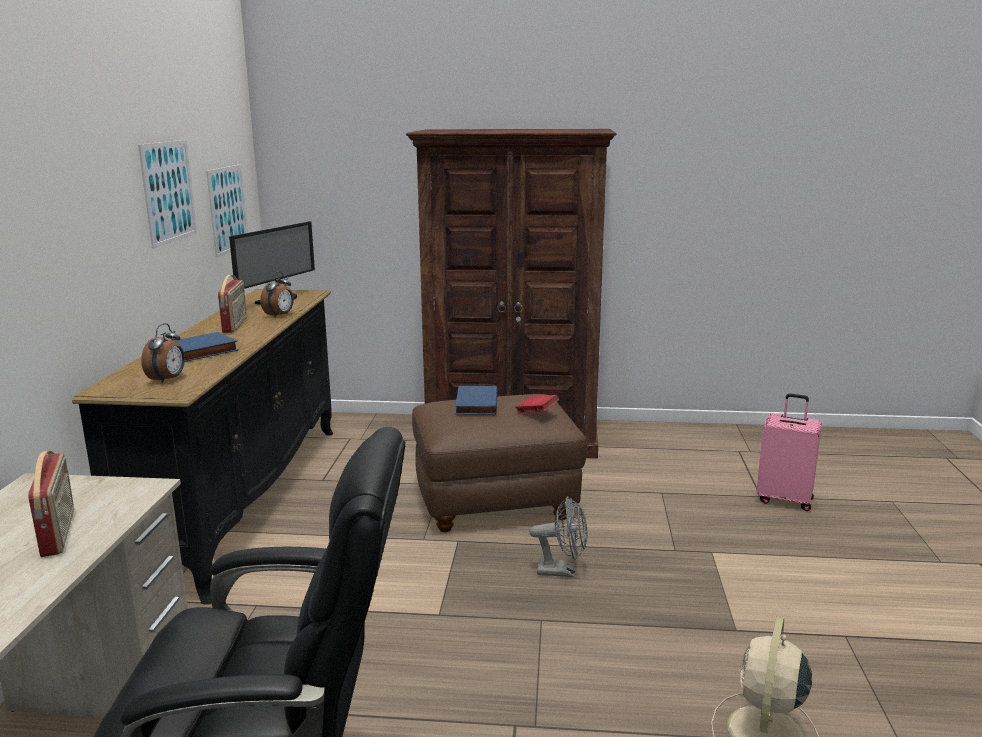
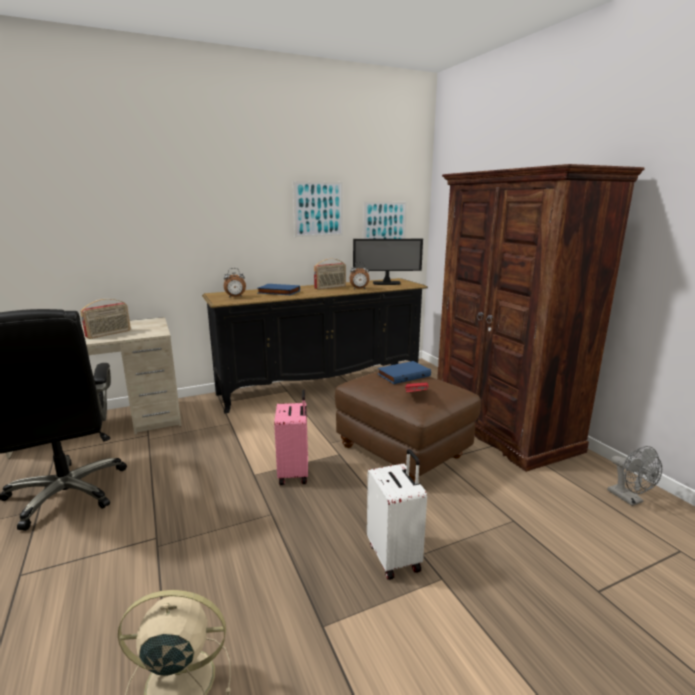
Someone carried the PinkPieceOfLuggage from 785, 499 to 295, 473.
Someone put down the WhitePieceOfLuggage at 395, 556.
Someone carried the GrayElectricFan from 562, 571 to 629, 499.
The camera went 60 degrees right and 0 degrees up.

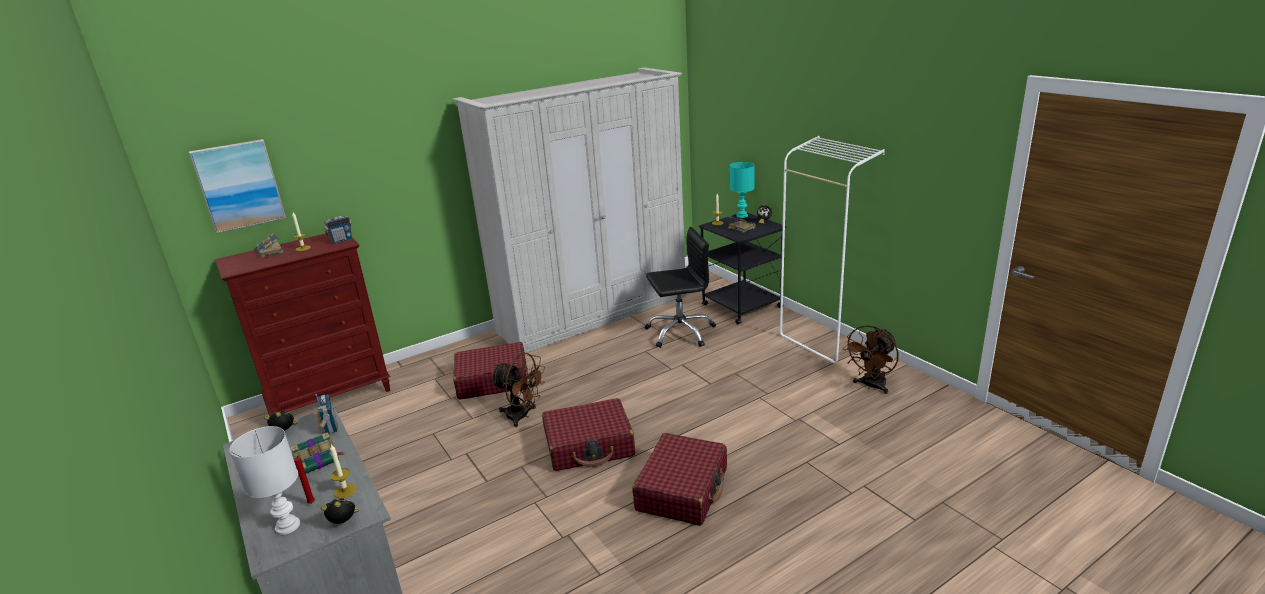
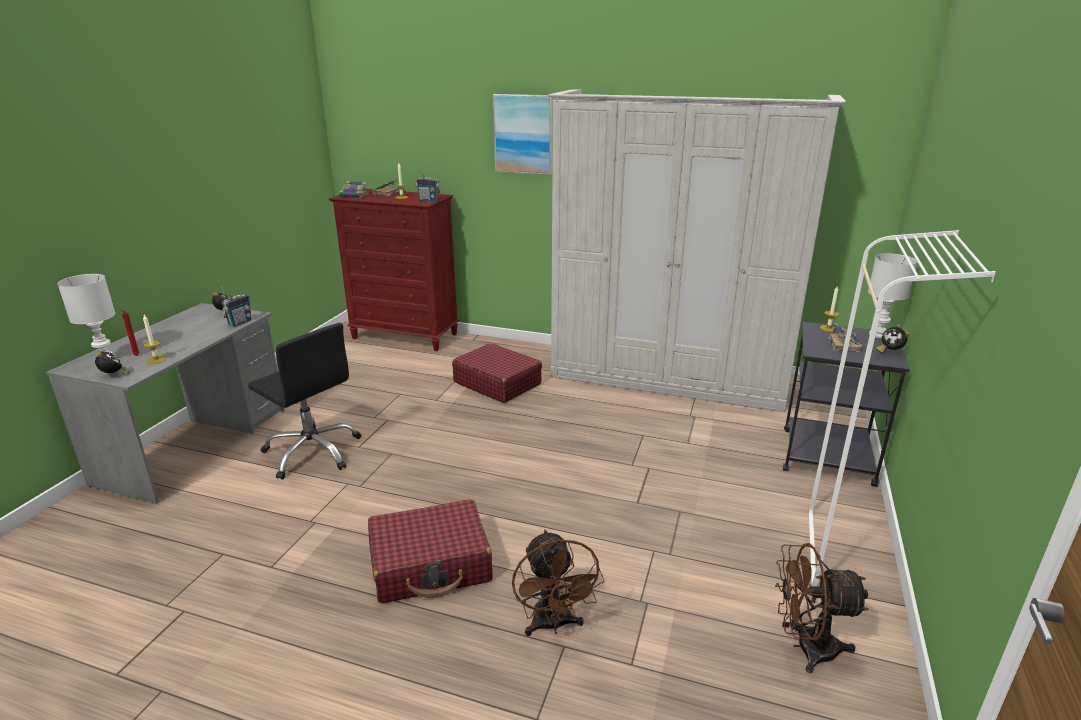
Someone carried the BlackColouredDeskChair from 680, 332 to 313, 452.
Someone carried the Volume from 318, 460 to 355, 195.
Someone carried the WallPicture from 239, 185 to 523, 134.
Someone carried the BrownishElectricFan from 522, 416 to 553, 625.
Someone repainted the TurquoiseTabletopLamp at 742, 216, which became the WhiteTabletopLamp at 878, 335.
Someone took away the RedPieceOfLuggage at 589, 446.
The camera went 50 degrees right and 0 degrees up.

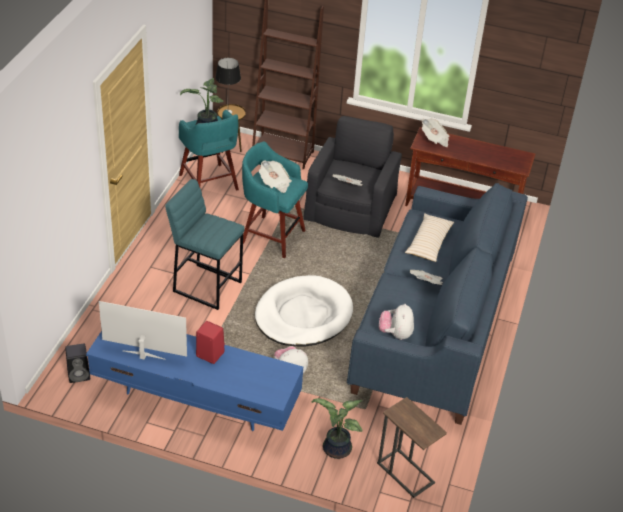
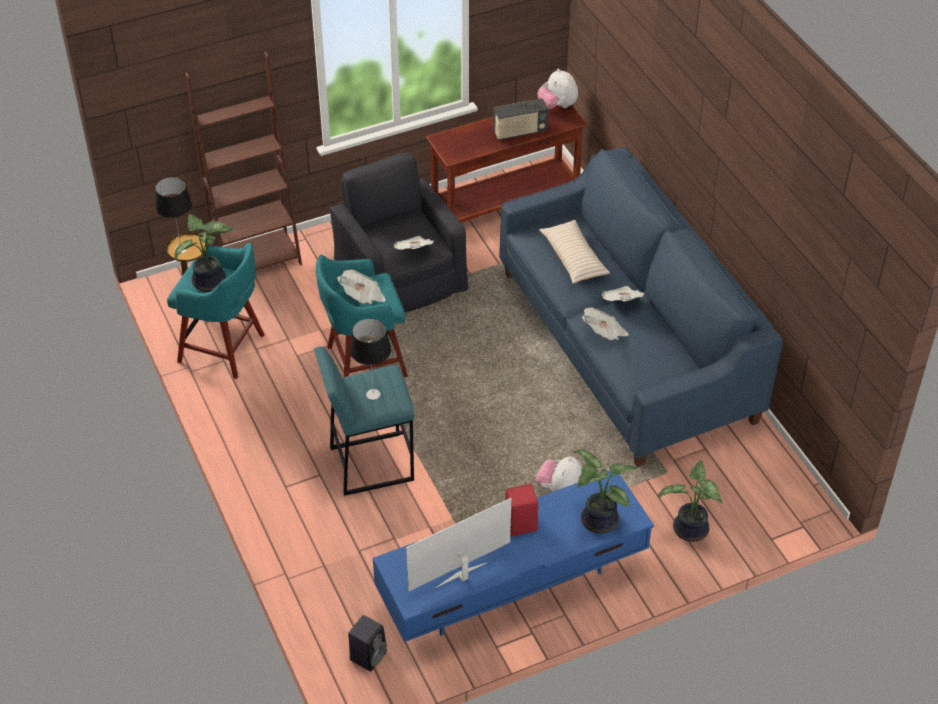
Someone put down the TabletopLamp at 372, 394.
Someone put down the Radio at 520, 132.
Someone carried the CuddlyToy from 395, 334 to 557, 106.
Someone put down the Houseplant at 597, 521.
Someone carried the PrintedPaper from 435, 139 to 604, 333.
Someone took away the WhitePetBed at 303, 315.
Someone took away the BrownishAccentTable at 405, 473.
The camera went 40 degrees left and 5 degrees up.

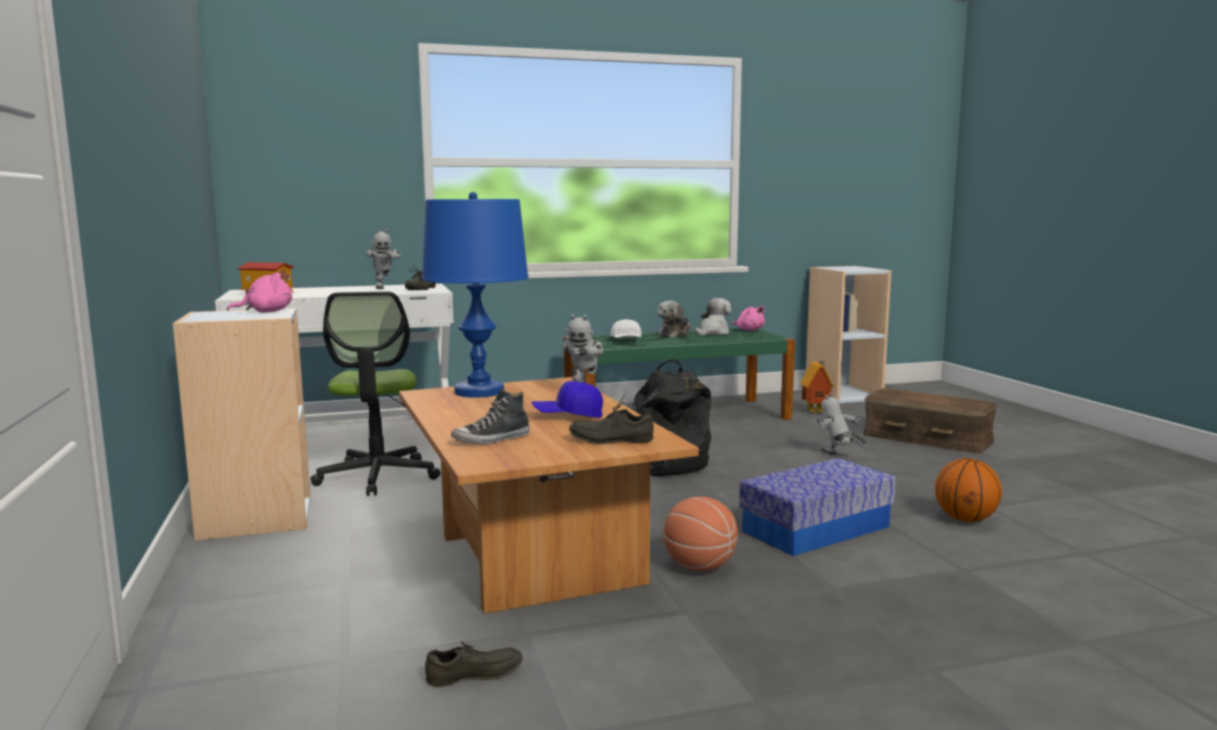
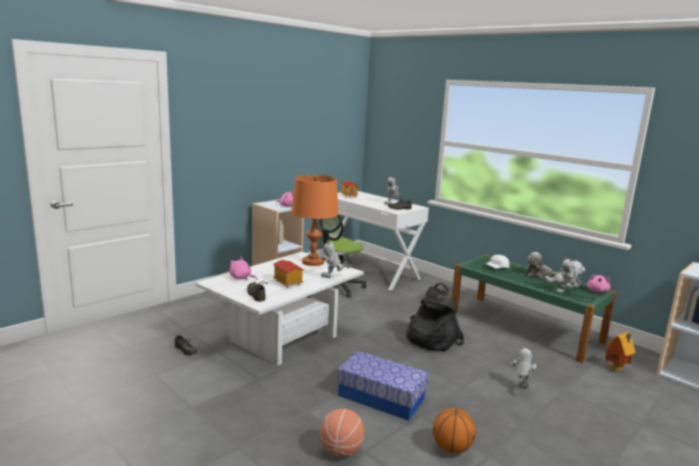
Someone repainted the BrownishLoungeTable at 532, 559, which became the WhiteLoungeTable at 282, 337.
Someone swapped the Shoe at 492, 440 for the PinkCuddlyToy at 241, 278.
Someone swapped the BluishBaseballCap at 568, 416 for the ToyHouse at 287, 282.
Someone repainted the BluishTabletopLamp at 479, 392, which became the OrangeyTabletopLamp at 313, 262.
Someone carried the BasketballBall from 700, 567 to 341, 451.
Someone put down the ToyRobot at 566, 293.
Someone took away the BrownishStorageBox at 926, 438.
The camera went 60 degrees right and 5 degrees up.

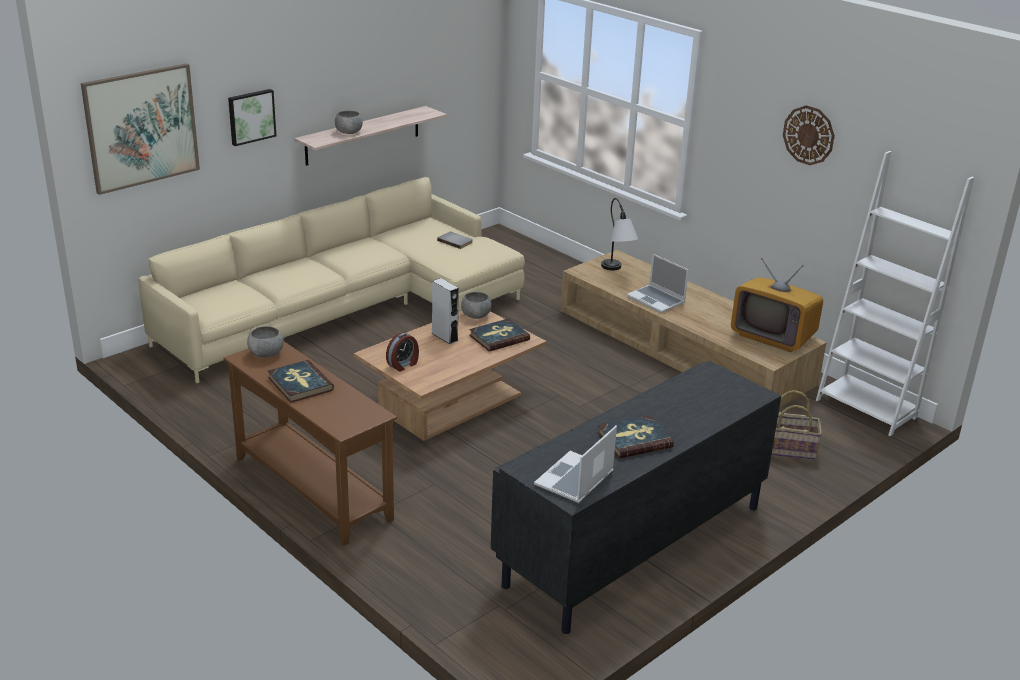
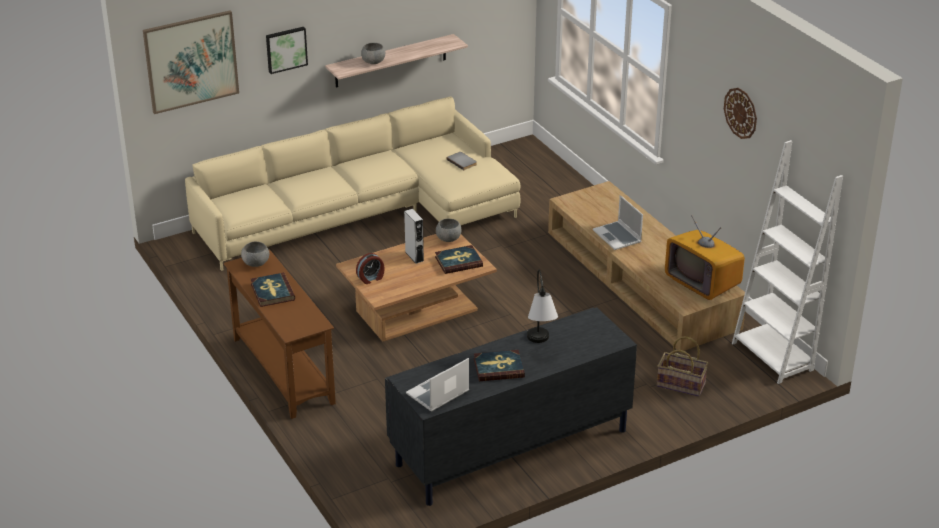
Someone carried the TabletopLamp from 616, 272 to 539, 345.
The camera went 15 degrees right and 5 degrees up.

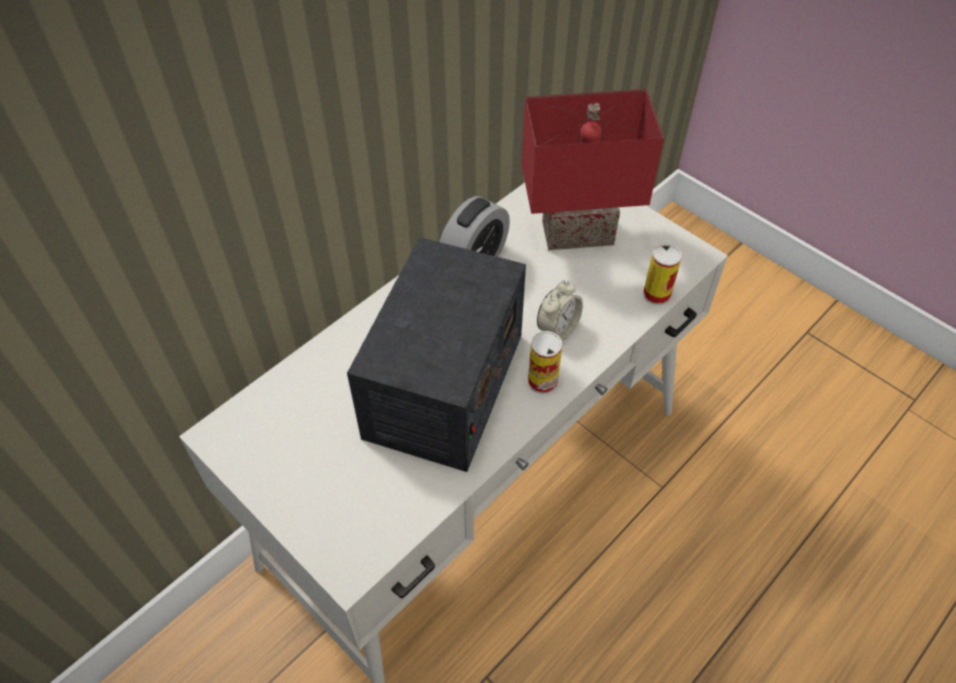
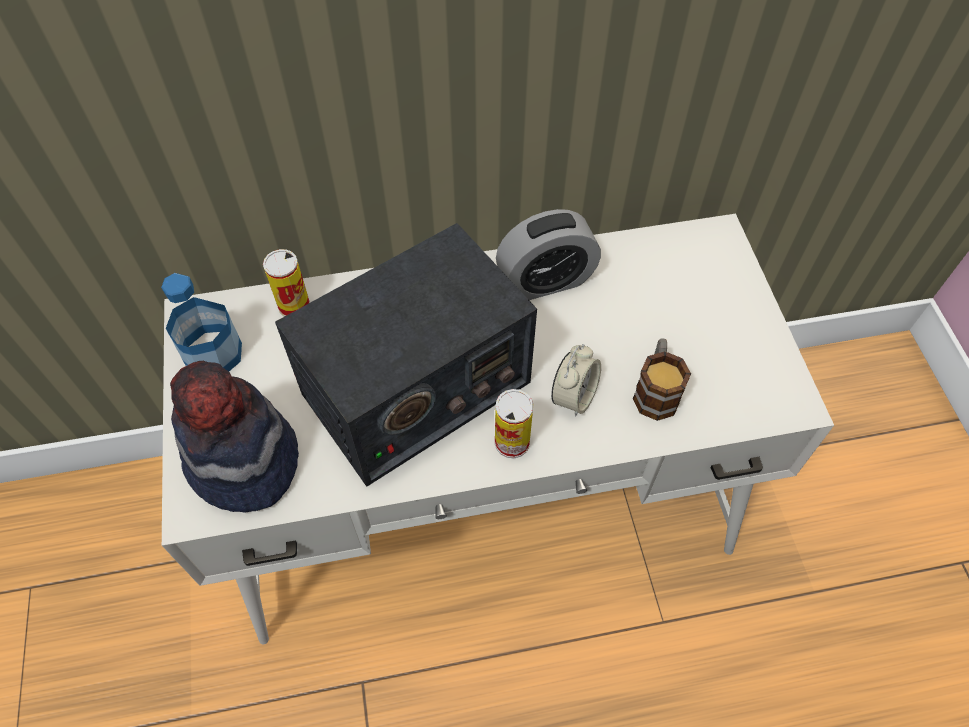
Someone put down the Bottle at 214, 354.
Someone put down the Hat at 243, 461.
Someone carried the SealedCan from 656, 294 to 294, 305.
Someone rotated the TableClock at 558, 328 by 45 degrees counterclockwise.
Someone put down the CoffeeMug at 655, 390.
Someone took away the RedTabletopLamp at 577, 235.
The camera went 35 degrees right and 5 degrees up.

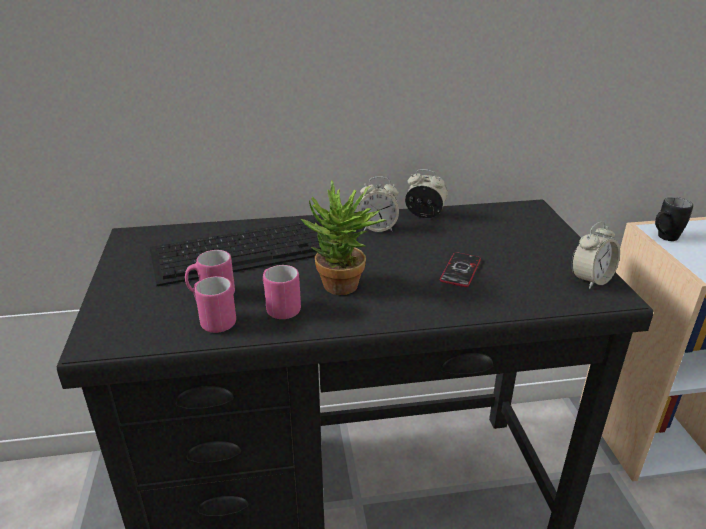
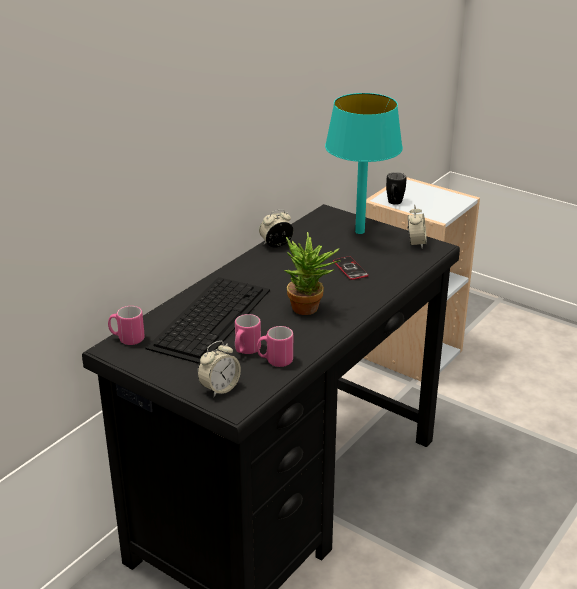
Someone carried the PinkCoffeeMug from 279, 308 to 127, 339.
Someone carried the TableClock from 377, 228 to 219, 388.
Someone put down the TurquoiseTabletopLamp at 359, 232.
The camera went 45 degrees left and 0 degrees up.

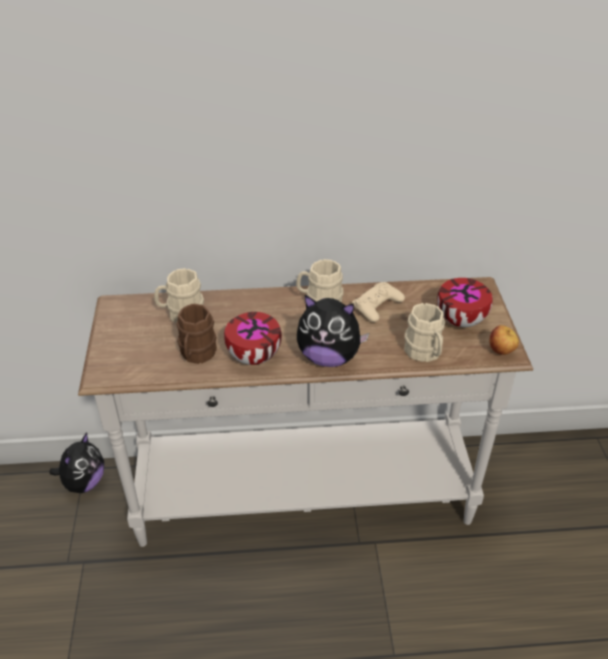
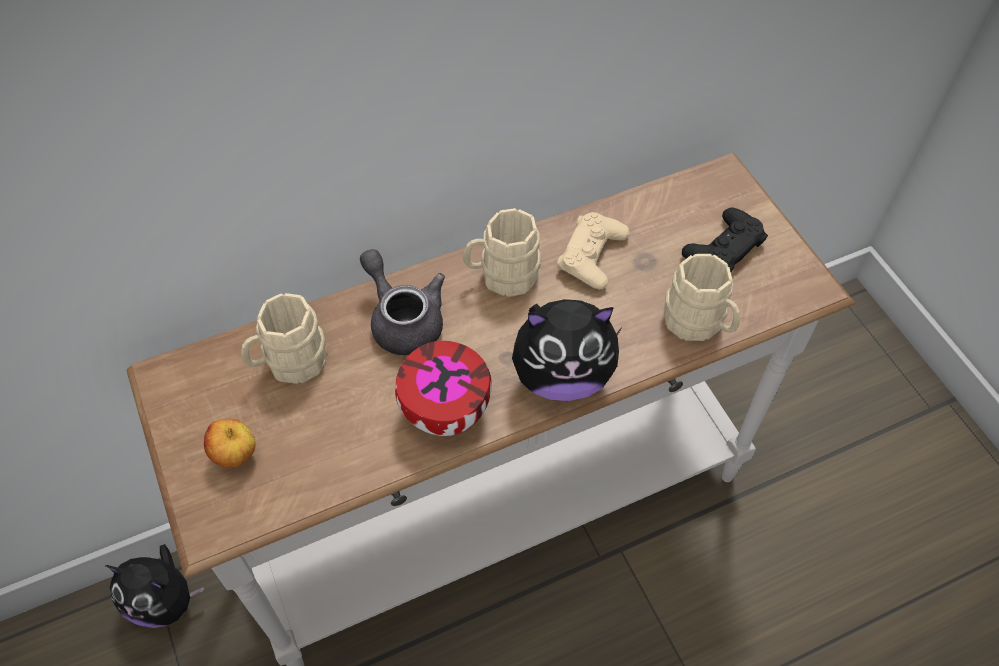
Someone rotated the CuddlyToy at 84, 482 by 105 degrees clockwise.
Someone carried the AppleFruit from 501, 351 to 236, 455.
Someone put down the GrayTeaPot at 403, 319.
Someone swapped the DeepDish at 460, 321 for the BlackColouredGameController at 724, 248.
Someone took away the BrownishCoffeeMug at 196, 354.
The camera went 20 degrees left and 15 degrees up.

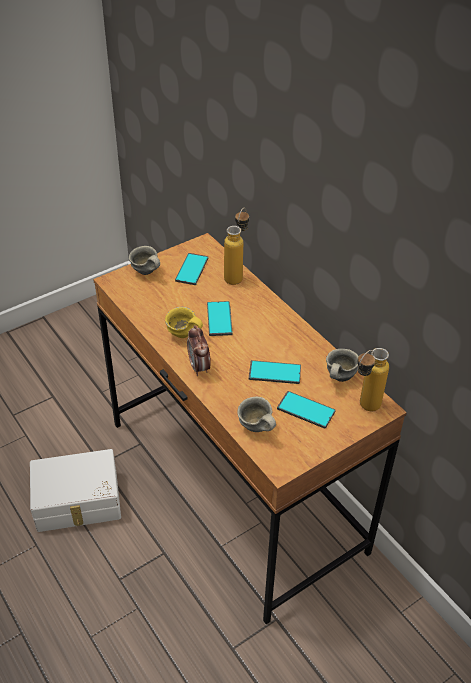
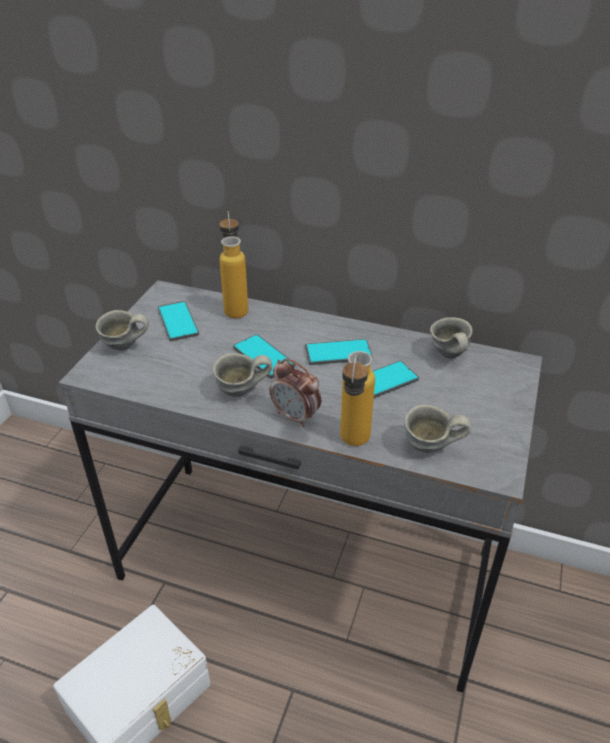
Someone repainted the BrownishDeskUnit at 234, 486, which became the GrayDeskUnit at 306, 566.
Someone repainted the YellowCoffeeMug at 183, 336, which became the GrayCoffeeMug at 241, 393.
Someone carried the Telephone from 305, 410 to 338, 353.
Someone carried the Bottle from 363, 408 to 352, 445.
The camera went 35 degrees left and 5 degrees down.

